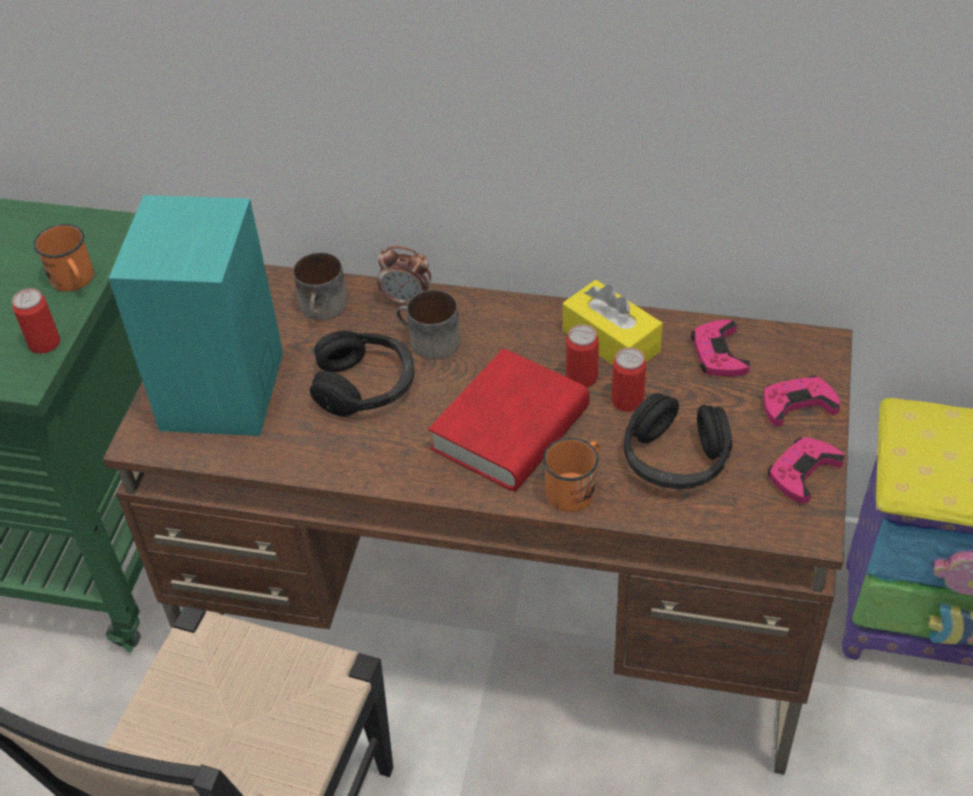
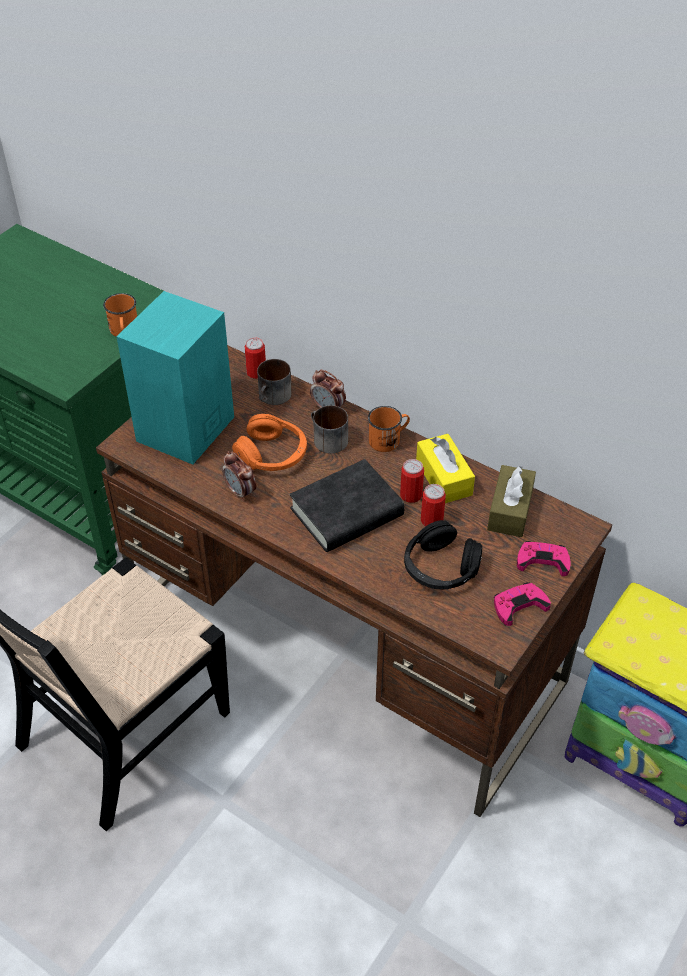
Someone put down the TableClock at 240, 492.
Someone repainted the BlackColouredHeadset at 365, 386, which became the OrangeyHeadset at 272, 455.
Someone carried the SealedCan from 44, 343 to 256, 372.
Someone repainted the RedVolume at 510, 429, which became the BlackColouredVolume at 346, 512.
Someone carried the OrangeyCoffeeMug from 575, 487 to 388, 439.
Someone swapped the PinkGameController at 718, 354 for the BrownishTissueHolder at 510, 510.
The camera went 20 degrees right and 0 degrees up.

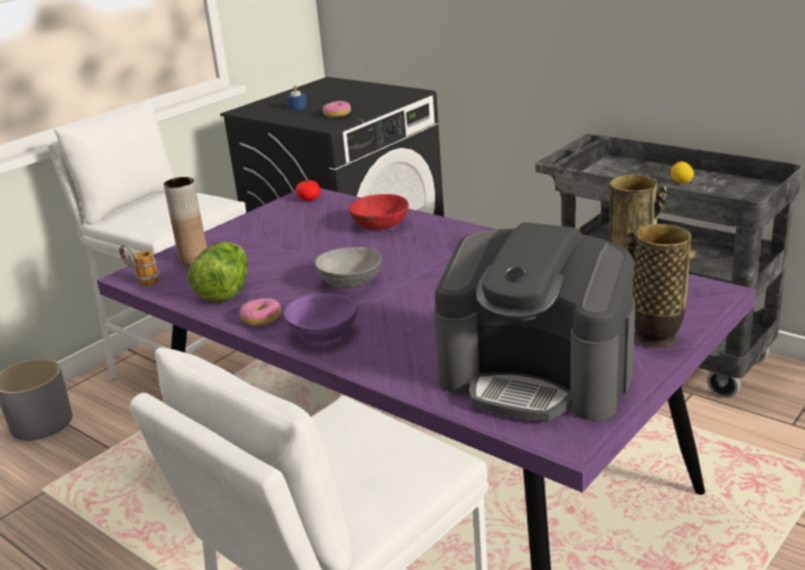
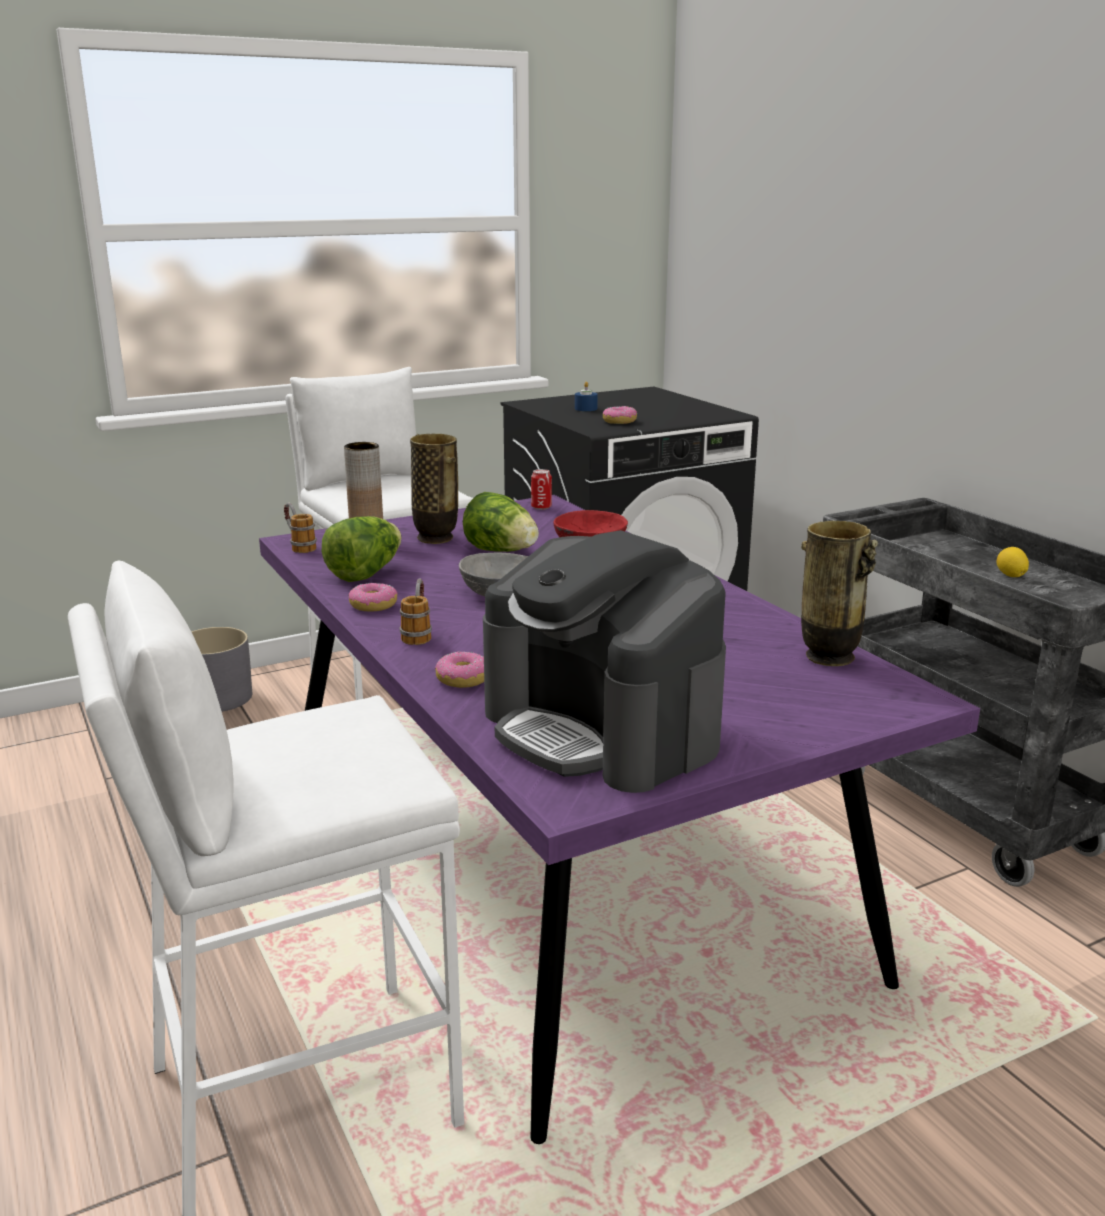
Someone swapped the PurpleColouredDeepDish at 323, 334 for the CoffeeMug at 418, 633.
Someone carried the Vase from 655, 337 to 435, 538.
Someone put down the RingDoughnut at 463, 679.
Someone put down the Lettuce at 502, 552.
Someone swapped the FreshTomato at 309, 199 for the SealedCan at 541, 507.
The camera went 20 degrees right and 5 degrees down.

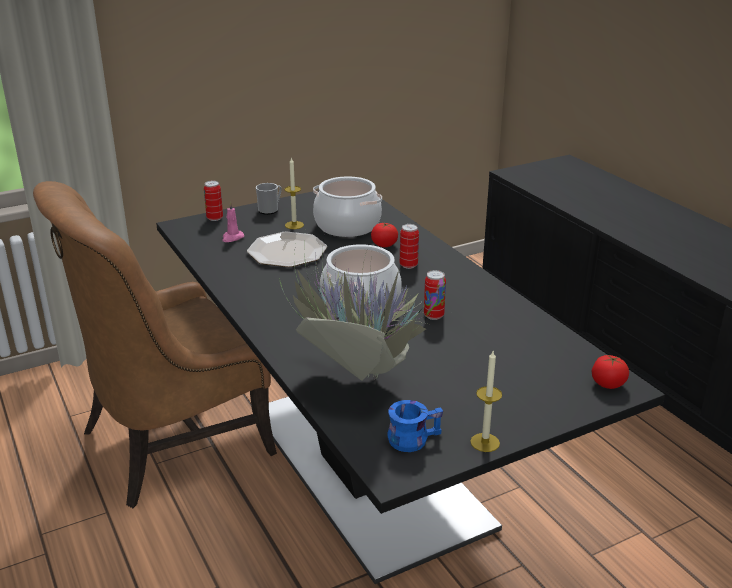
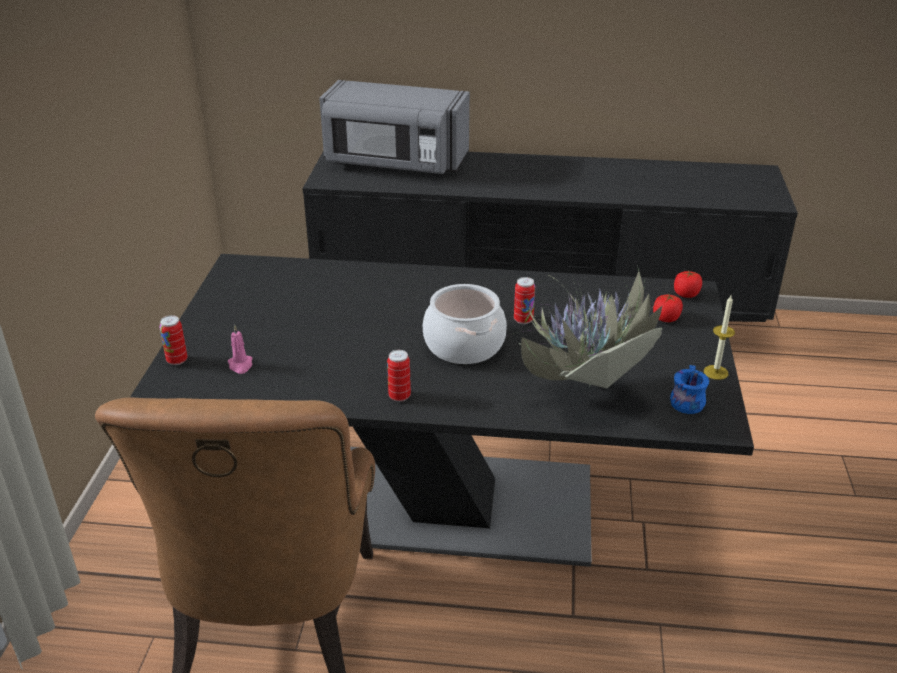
Someone put down the GrayMicrowave at 394, 162.
Someone carried the SealedCan from 408, 265 to 399, 396.
Someone carried the FreshTomato from 384, 244 to 666, 318.
Someone took away the DinnerPlate at 288, 251.
Someone took away the CoffeeMug at 270, 210.
Someone took away the WaxCandle at 294, 225.
Someone took away the Saucepot at 347, 226.
The camera went 55 degrees left and 5 degrees up.

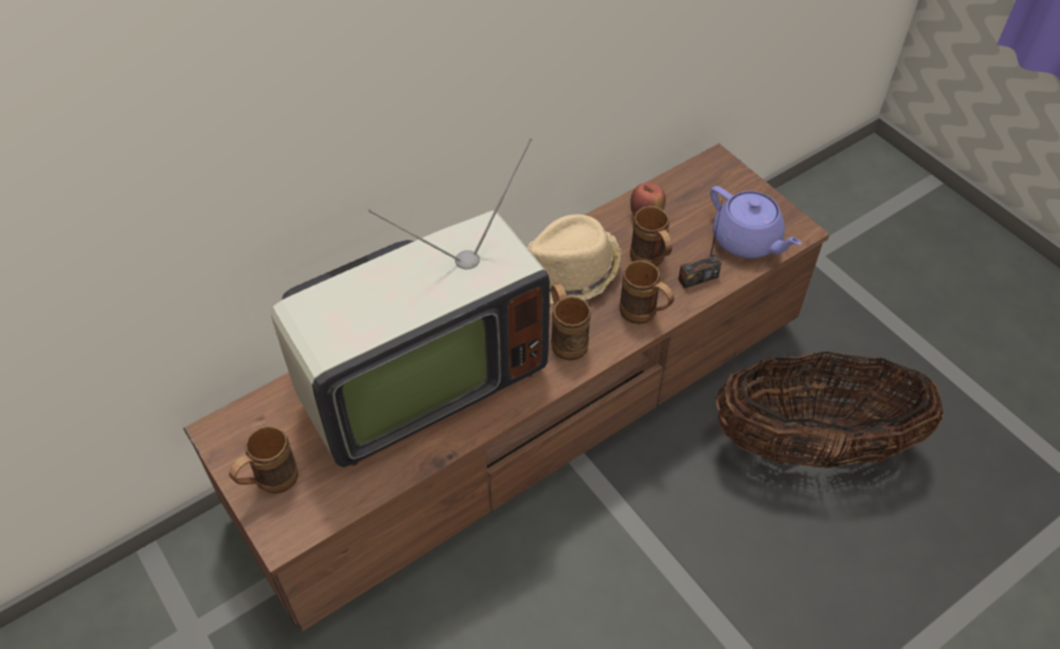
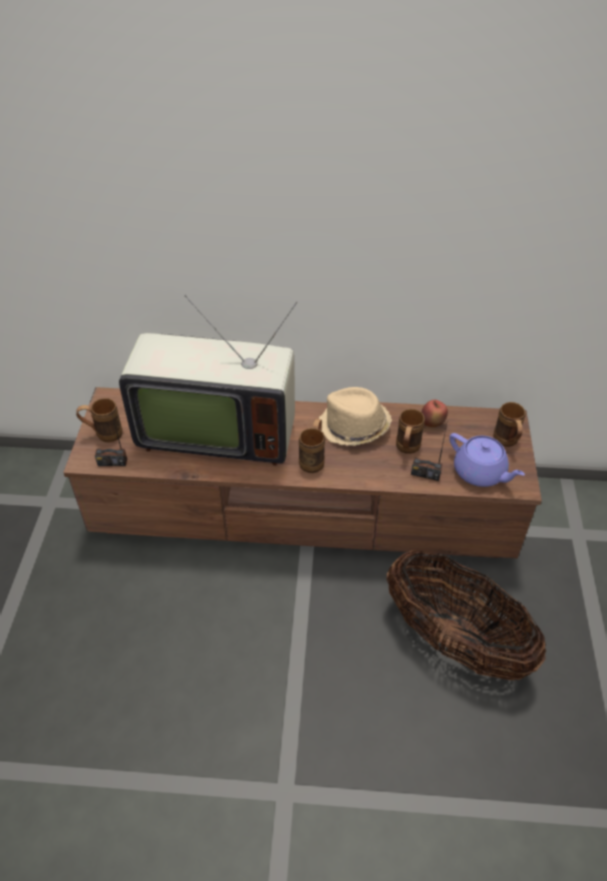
Someone put down the Radio at 112, 462.
Someone rotated the PurpleColouredTeaPot at 747, 241 by 45 degrees counterclockwise.
Someone carried the BrownishCoffeeMug from 644, 316 to 506, 443.
The camera went 40 degrees right and 5 degrees down.

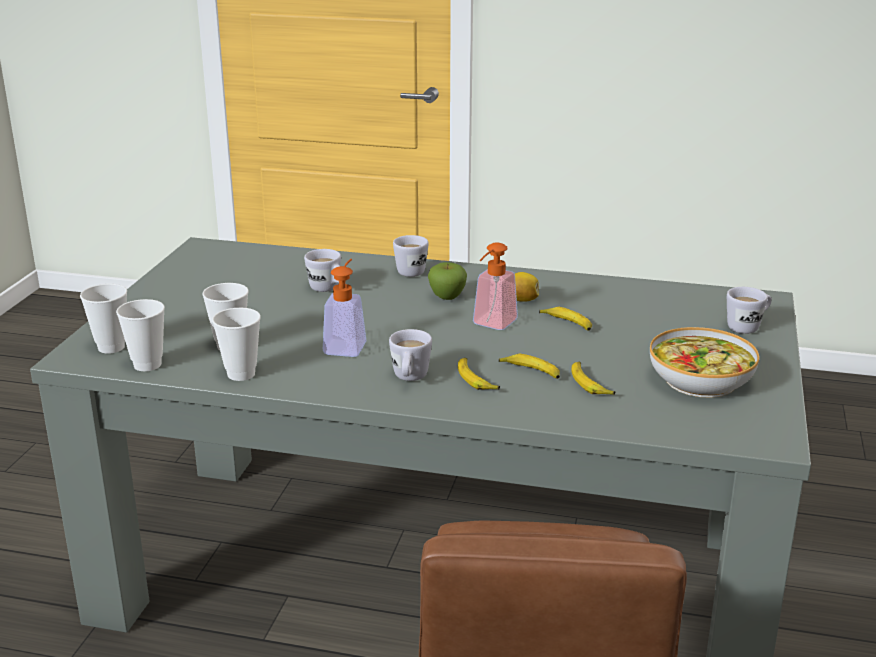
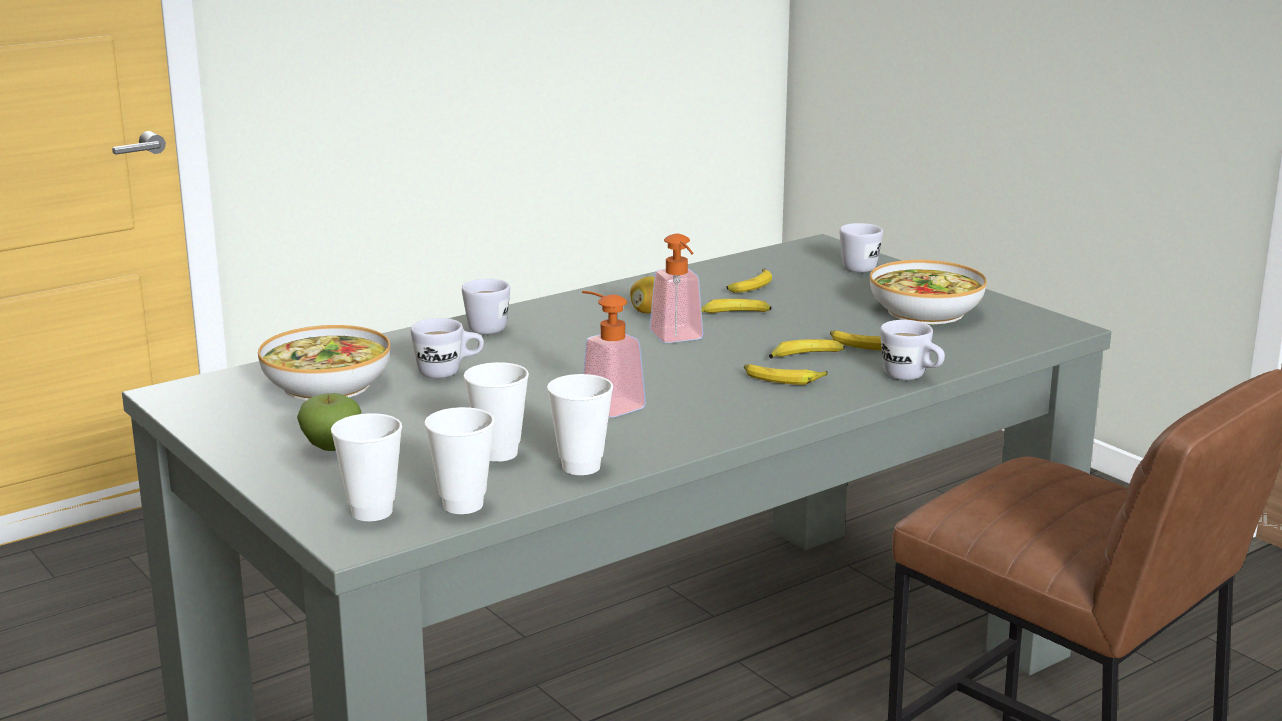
Someone put down the DeepDish at 328, 385.
Someone carried the AppleFruit from 447, 297 to 332, 447.
Someone put down the BananaFruit at 750, 286.
Someone carried the WhiteCoffeeMug from 409, 379 to 911, 377.
The camera went 50 degrees left and 5 degrees down.

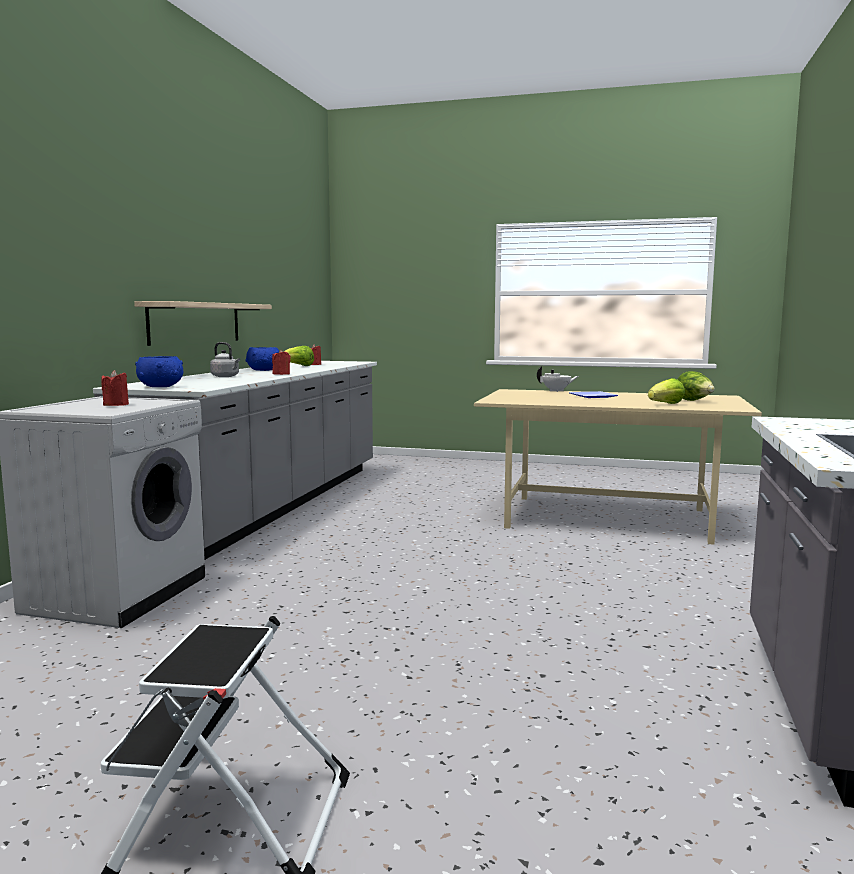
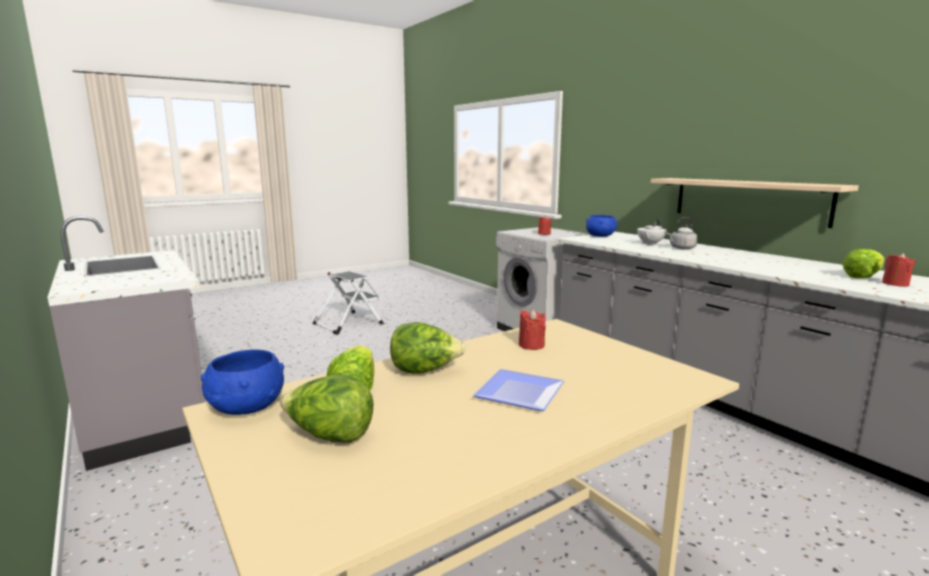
Someone carried the BluishDeepDish from 264, 370 to 246, 407.
Someone put down the Lettuce at 425, 371.
Someone carried the RedWaxCandle from 281, 374 to 531, 345.
Someone carried the WhiteTeaPot from 556, 391 to 650, 244.
The camera went 130 degrees right and 5 degrees up.

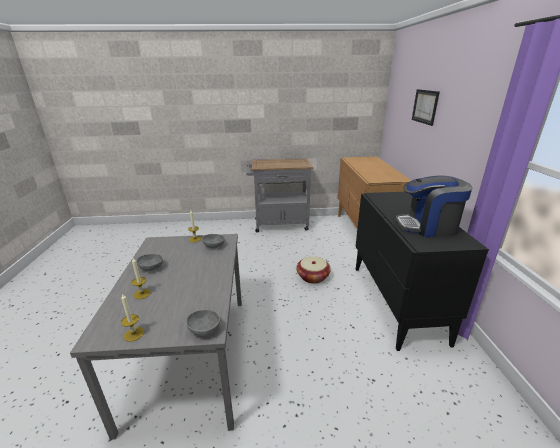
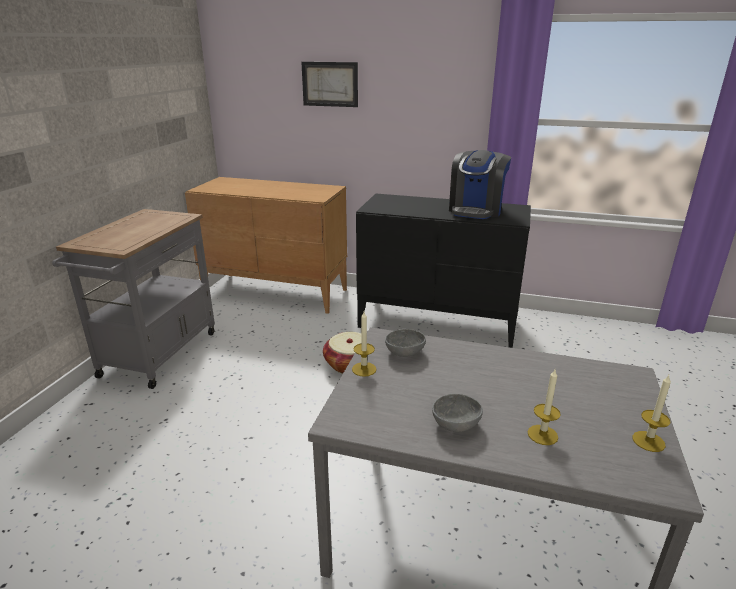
Someone took away the GrayDeepDish at 204, 329.
The camera went 70 degrees left and 0 degrees up.

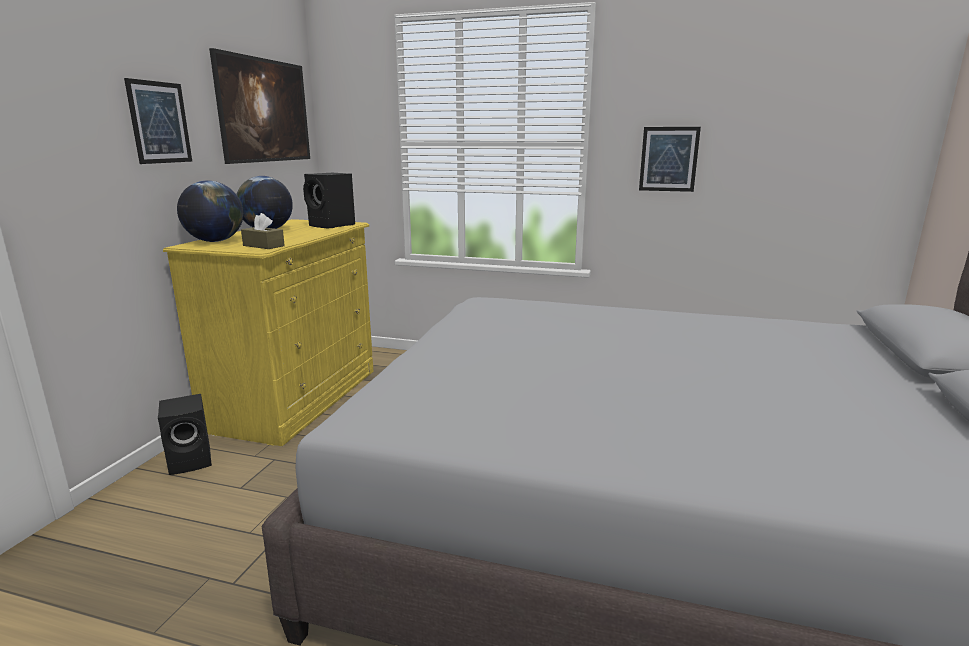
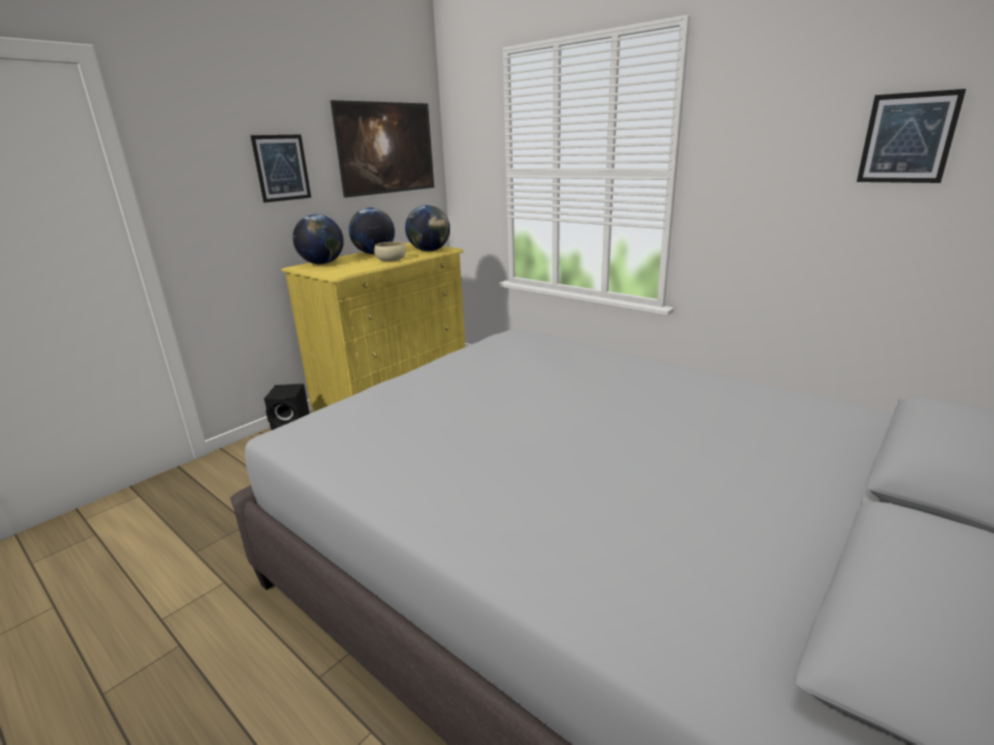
Someone put down the SandColouredDeepDish at 391, 260.
Someone swapped the BlackColouredLoudspeaker at 332, 225 for the DeskGlobe at 429, 251.
Someone carried the WallPicture from 668, 159 to 907, 138.
Someone took away the BrownishTissueHolder at 263, 246.
The camera went 25 degrees right and 5 degrees up.

